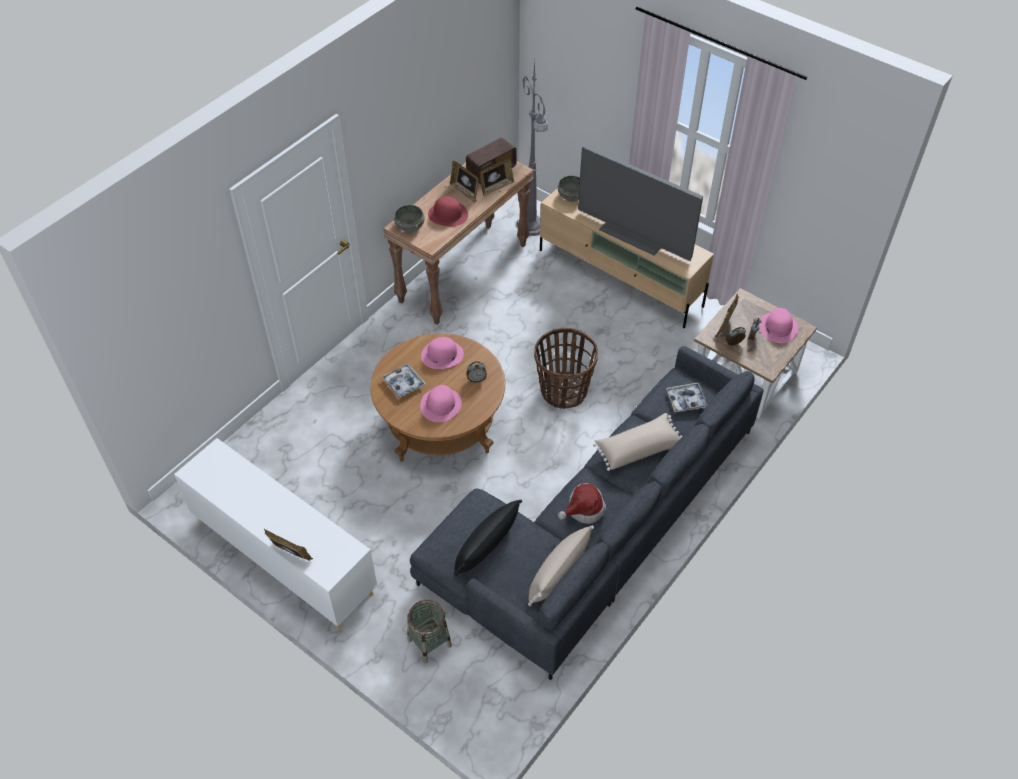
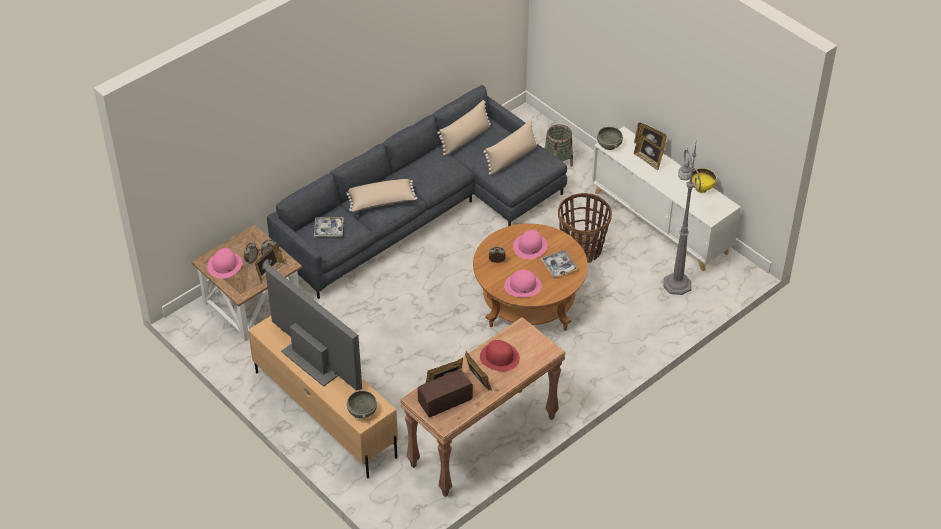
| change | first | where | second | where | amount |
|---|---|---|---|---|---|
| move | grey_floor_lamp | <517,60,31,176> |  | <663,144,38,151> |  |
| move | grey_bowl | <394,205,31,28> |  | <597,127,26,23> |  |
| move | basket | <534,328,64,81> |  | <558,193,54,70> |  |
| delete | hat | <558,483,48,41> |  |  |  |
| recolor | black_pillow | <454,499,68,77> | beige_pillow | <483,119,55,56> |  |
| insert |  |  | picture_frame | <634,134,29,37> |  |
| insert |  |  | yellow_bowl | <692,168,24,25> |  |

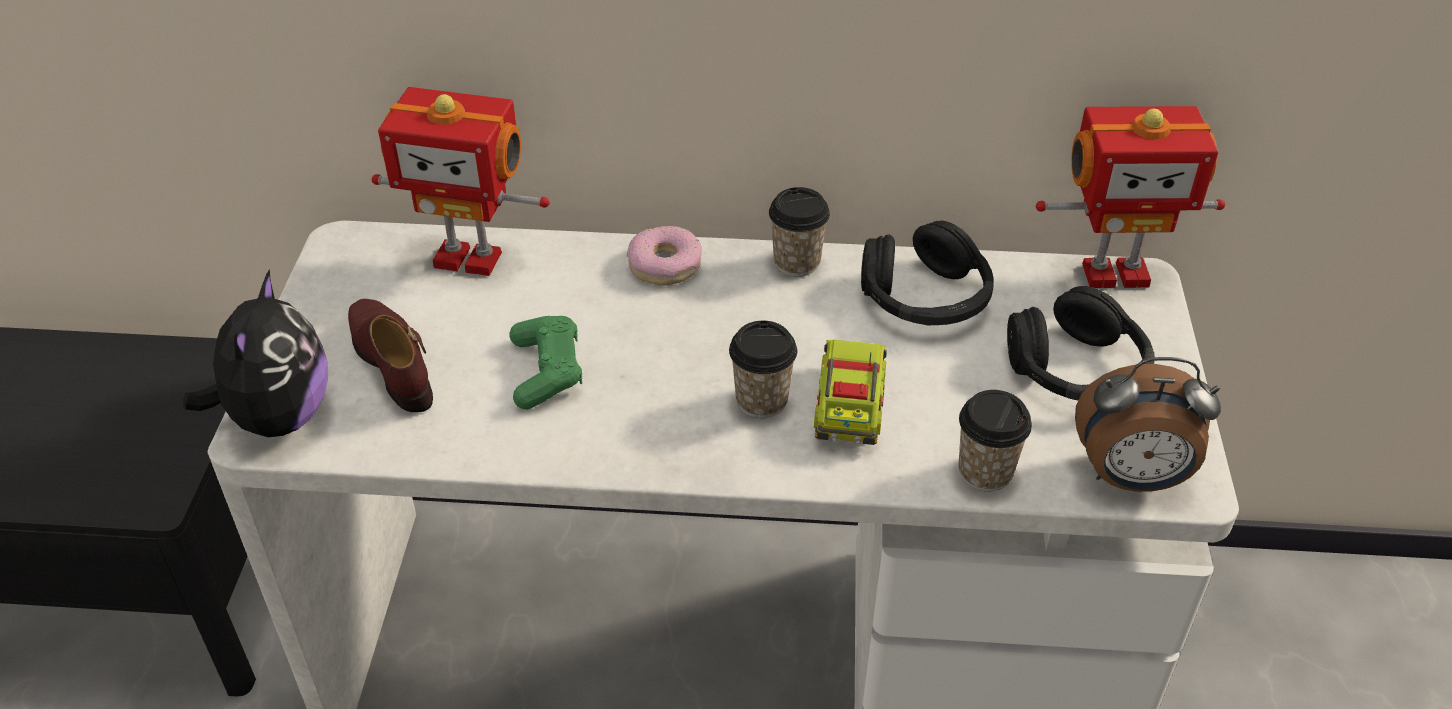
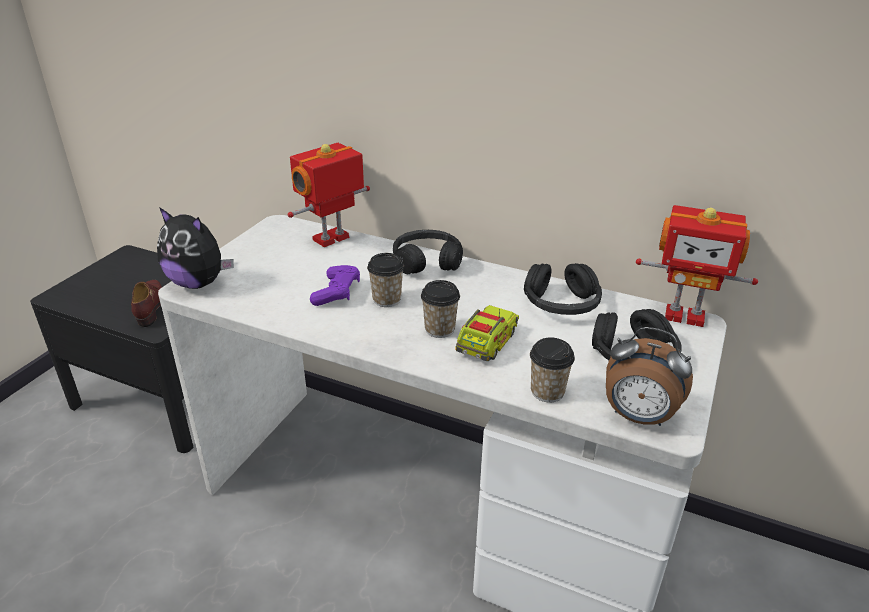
| change | first | where | second | where | amount |
|---|---|---|---|---|---|
| rotate | toy_robot | <371,87,179,189> |  | <287,143,83,104> | 105 degrees clockwise |
| move | cup | <769,187,61,90> |  | <367,253,37,54> |  |
| replace | donut | <627,226,75,59> | black_headphones | <393,230,70,44> |  |
| rotate | plush_toy | <183,269,145,168> |  | <157,207,77,82> | 90 degrees clockwise |
| move | brown_shoe | <348,299,85,113> |  | <131,280,31,47> |  |
| recolor | green_game_controller | <509,316,73,94> | purple_game_controller | <310,265,50,41> |  |

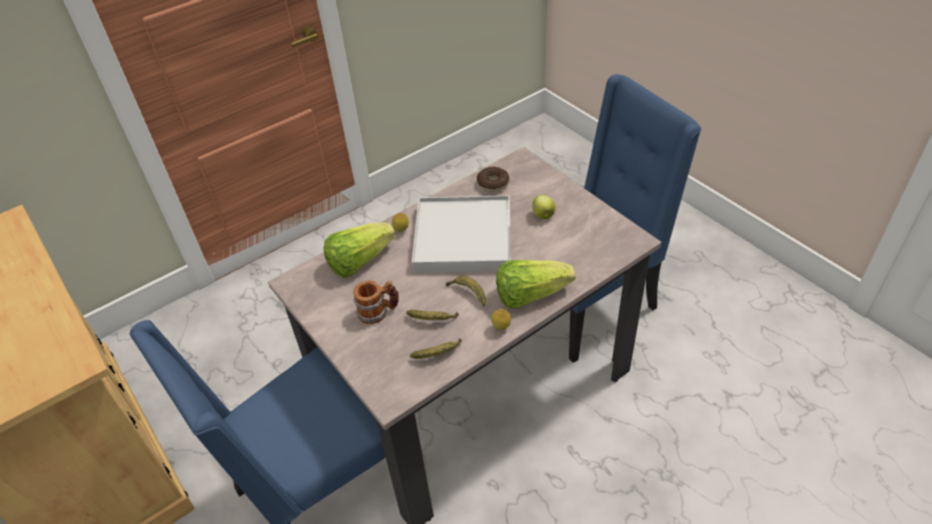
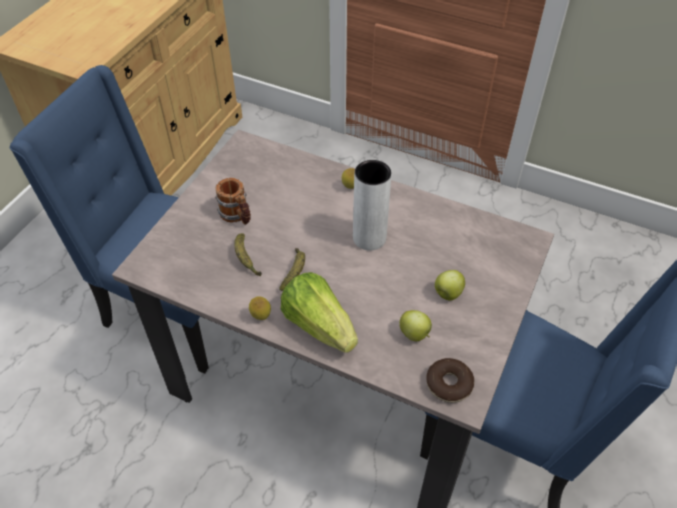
| change | first | where | second | where | amount |
|---|---|---|---|---|---|
| move | donut | <477,167,32,25> |  | <426,358,48,45> |  |
| replace | white_tray | <412,195,99,78> | white_vase | <353,160,39,90> |  |
| delete | lettuce | <324,223,71,55> |  |  |  |
| delete | banana | <410,338,52,21> |  |  |  |
| insert |  |  | apple | <399,310,33,31> |  |

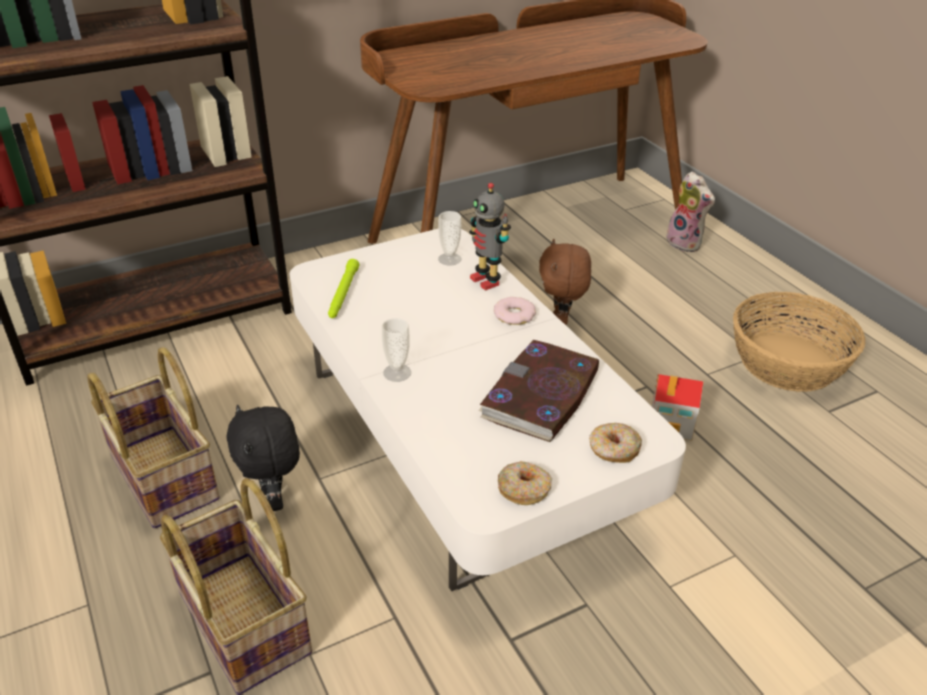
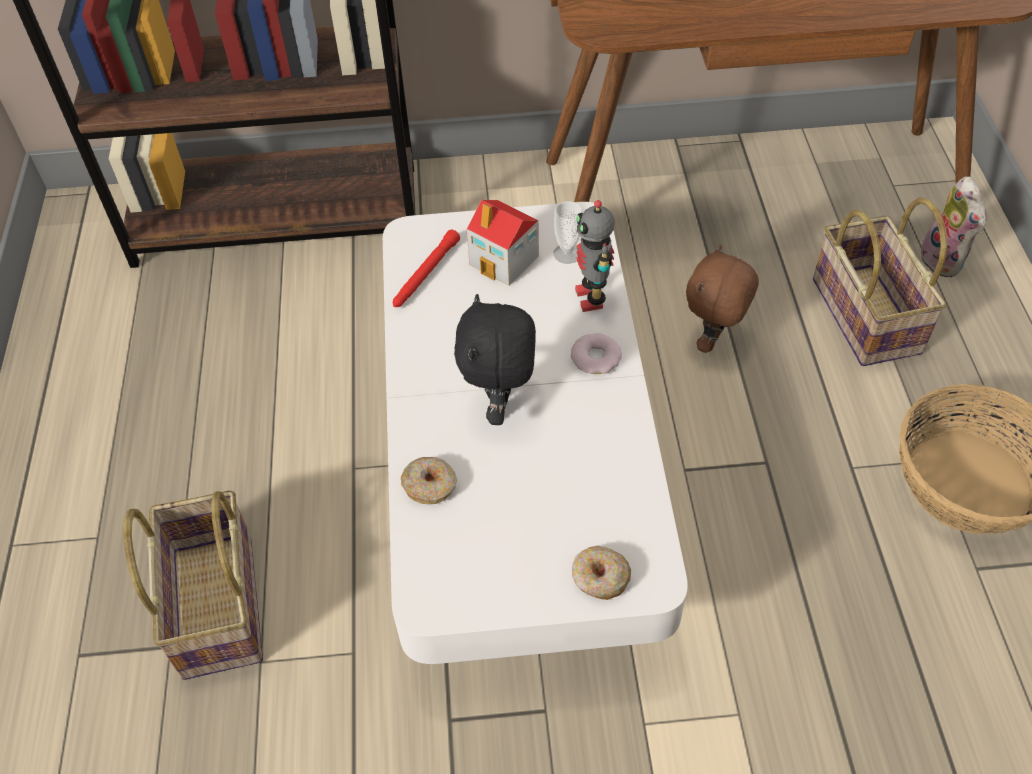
| change | first | where | second | where | amount |
|---|---|---|---|---|---|
| recolor | green_flashlight | <328,259,31,59> | red_flashlight | <393,229,67,78> |  |
| delete | cup | <382,318,29,64> |  |  |  |
| delete | book | <478,340,121,102> |  |  |  |
| move | basket | <88,347,132,182> |  | <813,197,134,169> |  |
| move | toy_house | <652,374,52,67> |  | <467,200,72,86> |  |
| move | black_plush_toy | <227,405,73,106> |  | <454,294,82,131> |  |
| move | donut | <498,461,54,44> |  | <401,457,56,47> |  |

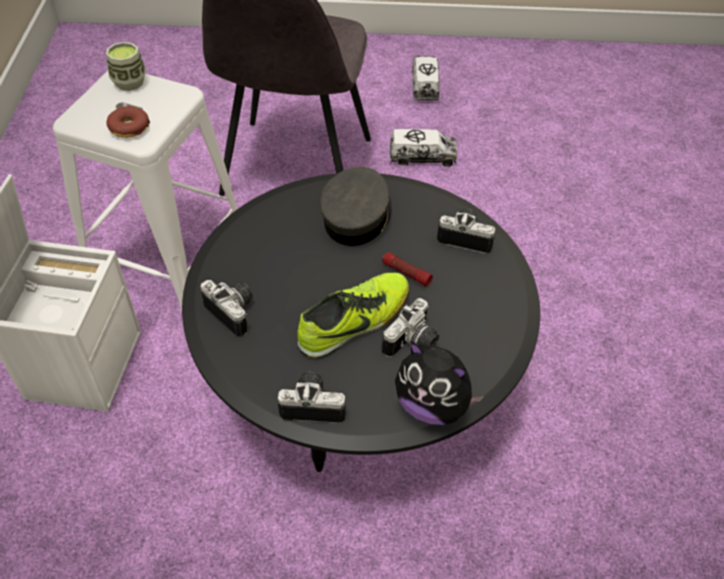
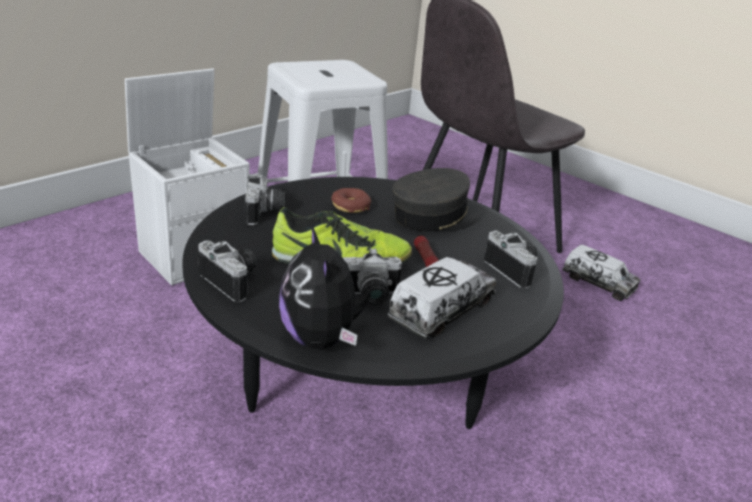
| change | first | where | second | where | amount |
|---|---|---|---|---|---|
| delete | cup | <106,42,40,49> |  |  |  |
| move | toy_truck | <412,56,28,44> |  | <388,257,109,82> |  |
| move | donut | <106,106,44,32> |  | <331,188,40,25> |  |

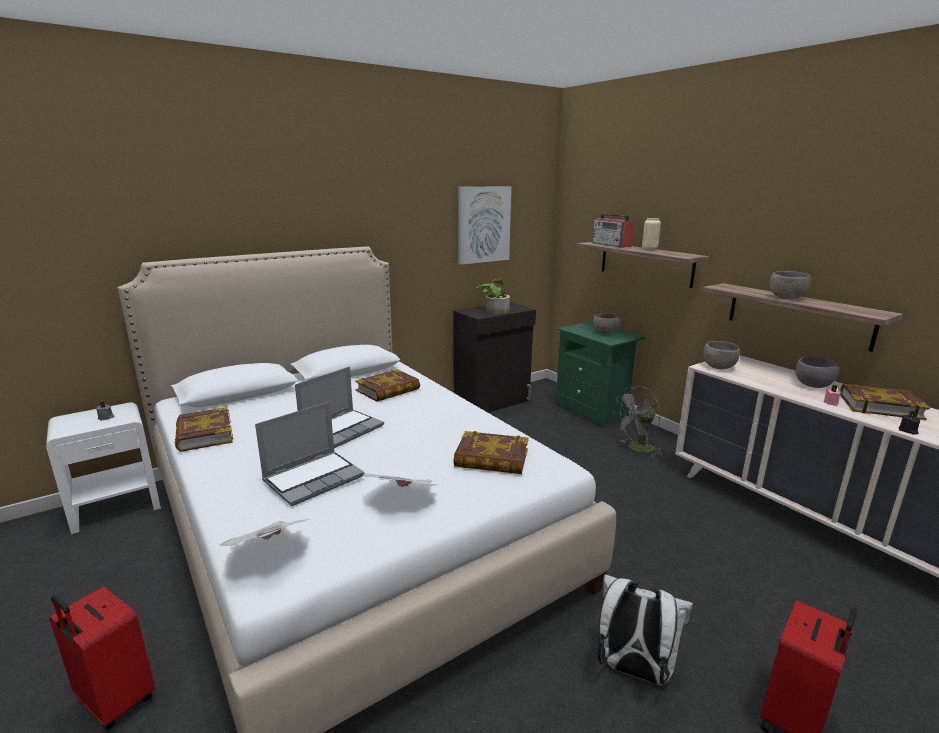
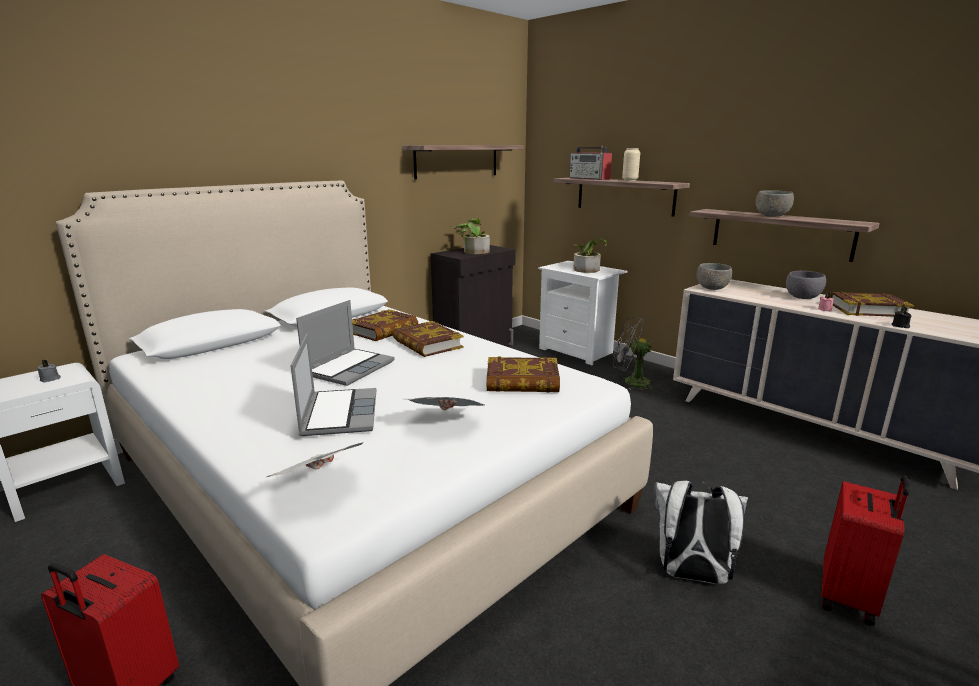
| change | first | where | second | where | amount |
|---|---|---|---|---|---|
| replace | picture | <458,186,53,79> | shelf | <403,145,121,34> |  |
| replace | grey_bowl | <593,314,27,20> | potted_plant | <574,238,33,35> |  |
| recolor | green_nightstand | <556,321,89,107> | white_nightstand | <538,261,90,104> |  |
| rotate | grey_fan | <613,386,49,72> |  | <613,316,44,75> | 60 degrees clockwise |
| rotate | laptop | <255,402,109,104> |  | <291,333,85,103> | 45 degrees counterclockwise |
| move | book | <175,407,58,45> |  | <393,321,70,36> |  |

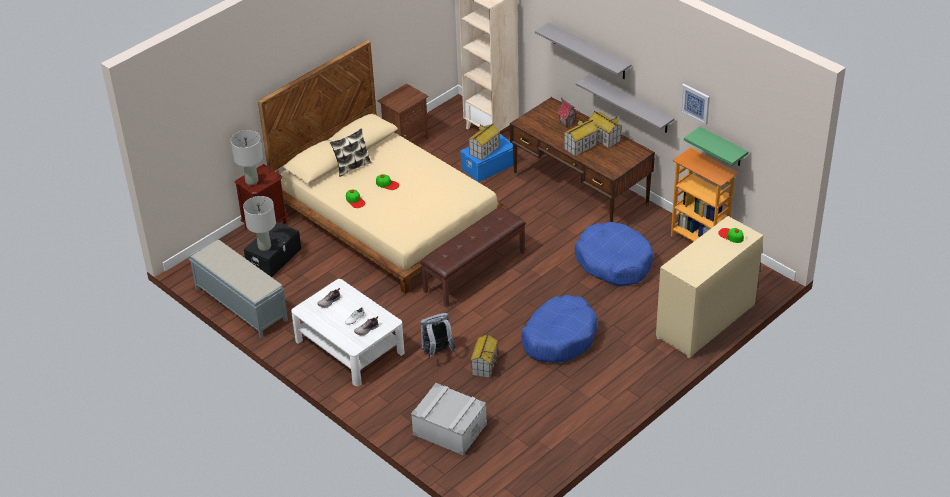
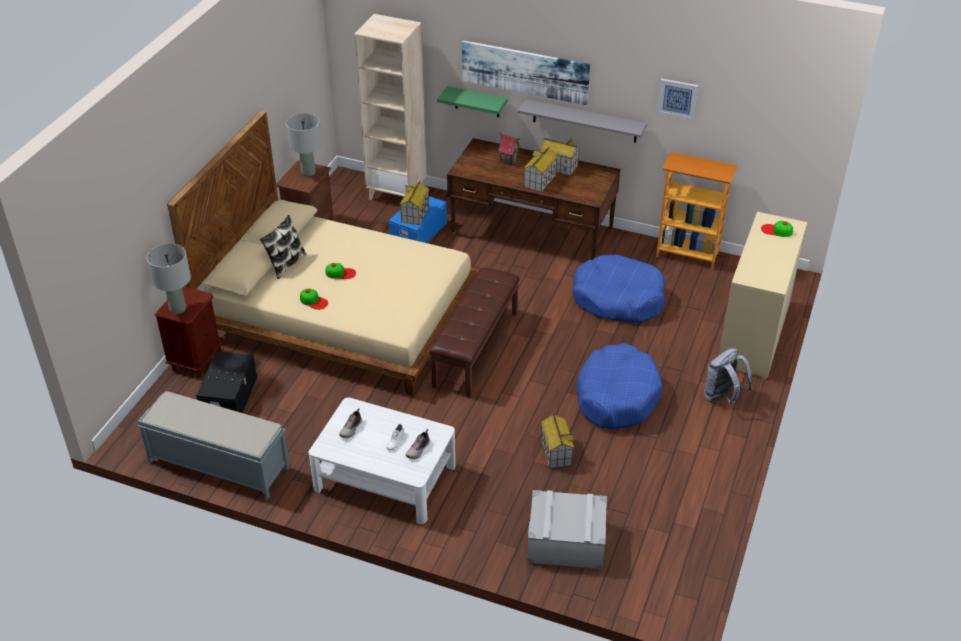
| change | first | where | second | where | amount |
|---|---|---|---|---|---|
| replace | grey_shelf | <535,23,96,56> | picture | <462,40,128,65> |  |
| move | green_shelf | <684,127,64,39> |  | <437,86,71,31> |  |
| move | grey_table_lamp | <243,196,33,55> |  | <286,113,36,64> |  |
| move | grey_backpack | <420,313,37,46> |  | <704,348,48,57> |  |

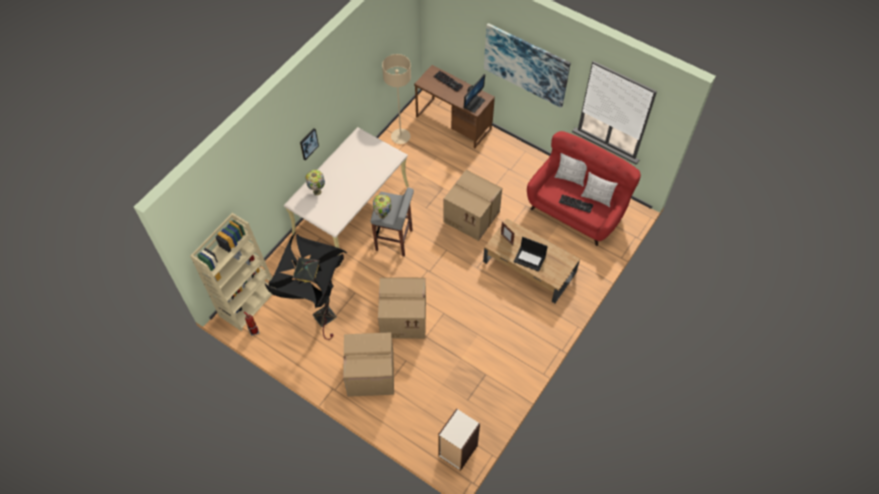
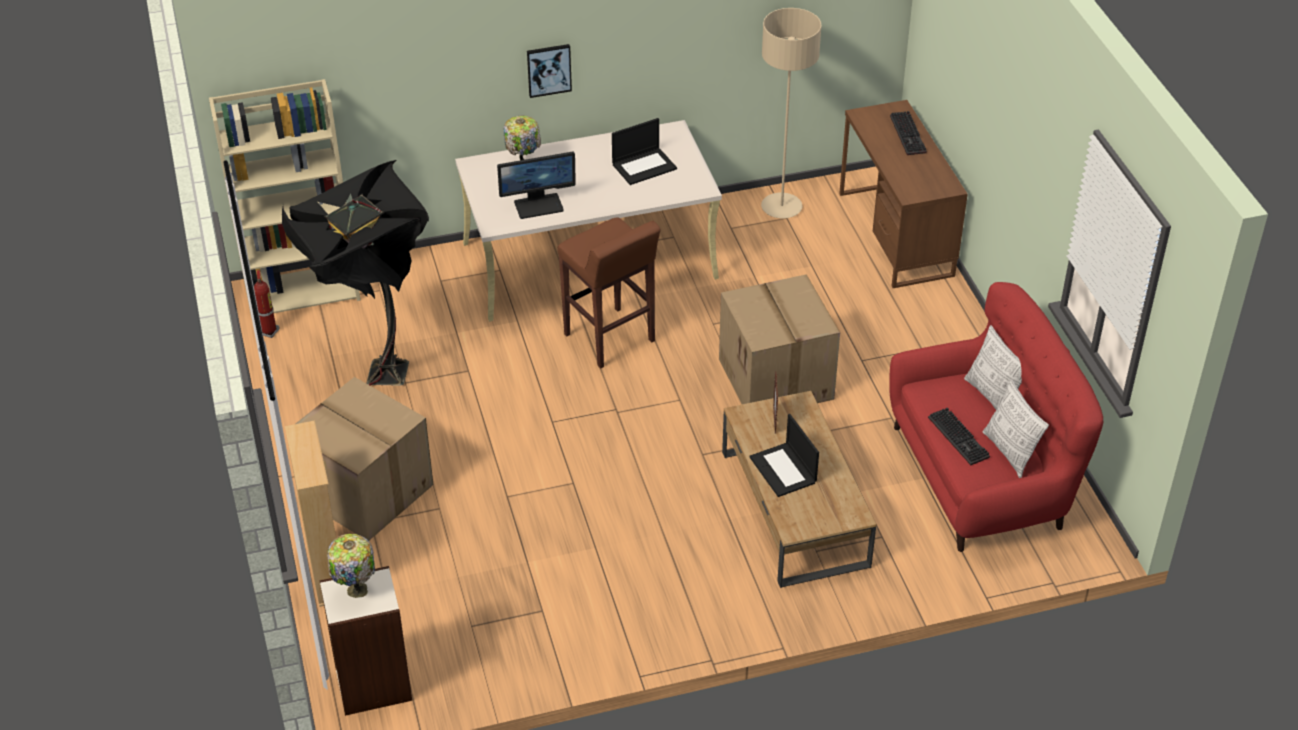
| change | first | where | second | where | amount |
|---|---|---|---|---|---|
| delete | picture | <484,23,87,85> |  |  |  |
| move | monitor | <464,74,21,39> |  | <497,152,79,67> |  |
| recolor | grey_stool | <371,187,43,70> | brown_stool | <558,217,102,151> |  |
| move | table_lamp | <373,194,18,25> |  | <327,534,48,64> |  |
| delete | cardboard_box | <378,277,48,62> |  |  |  |
| insert |  |  | laptop | <612,118,65,67> |  |
| insert |  |  | beige_bookcase | <285,420,51,187> |  |

